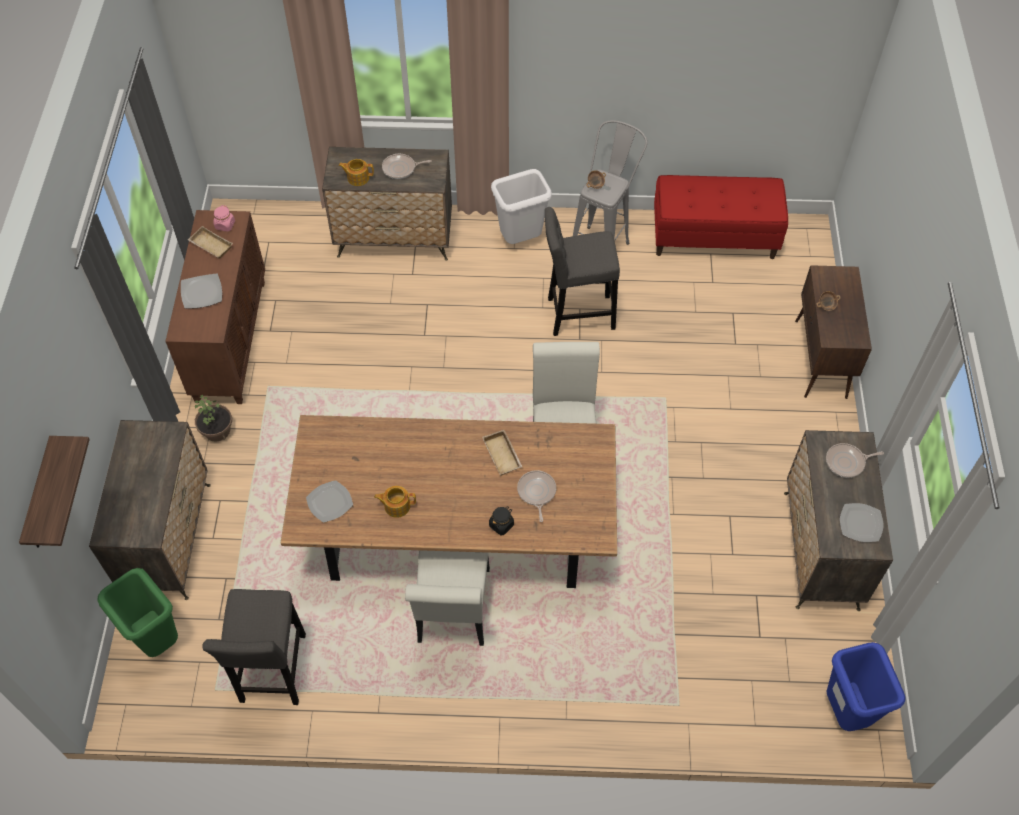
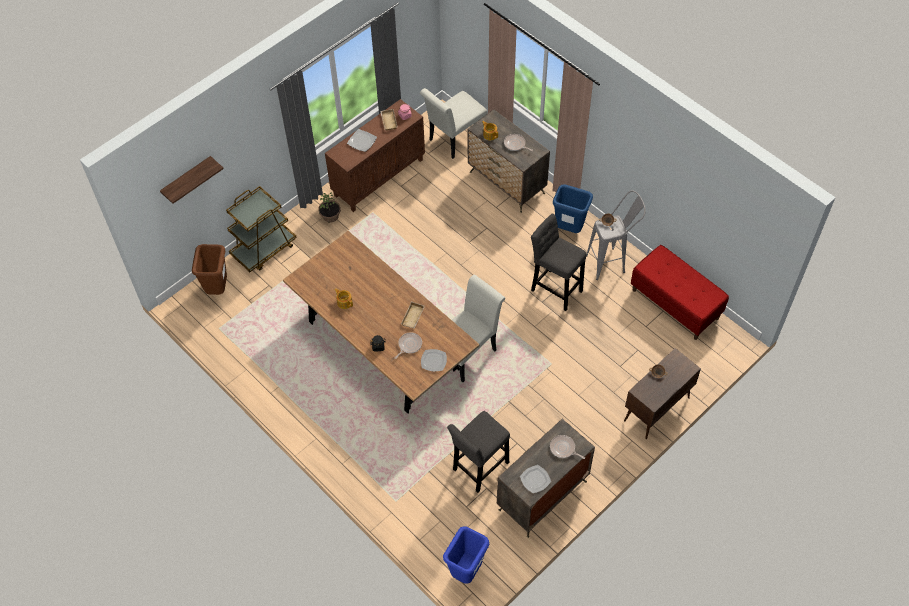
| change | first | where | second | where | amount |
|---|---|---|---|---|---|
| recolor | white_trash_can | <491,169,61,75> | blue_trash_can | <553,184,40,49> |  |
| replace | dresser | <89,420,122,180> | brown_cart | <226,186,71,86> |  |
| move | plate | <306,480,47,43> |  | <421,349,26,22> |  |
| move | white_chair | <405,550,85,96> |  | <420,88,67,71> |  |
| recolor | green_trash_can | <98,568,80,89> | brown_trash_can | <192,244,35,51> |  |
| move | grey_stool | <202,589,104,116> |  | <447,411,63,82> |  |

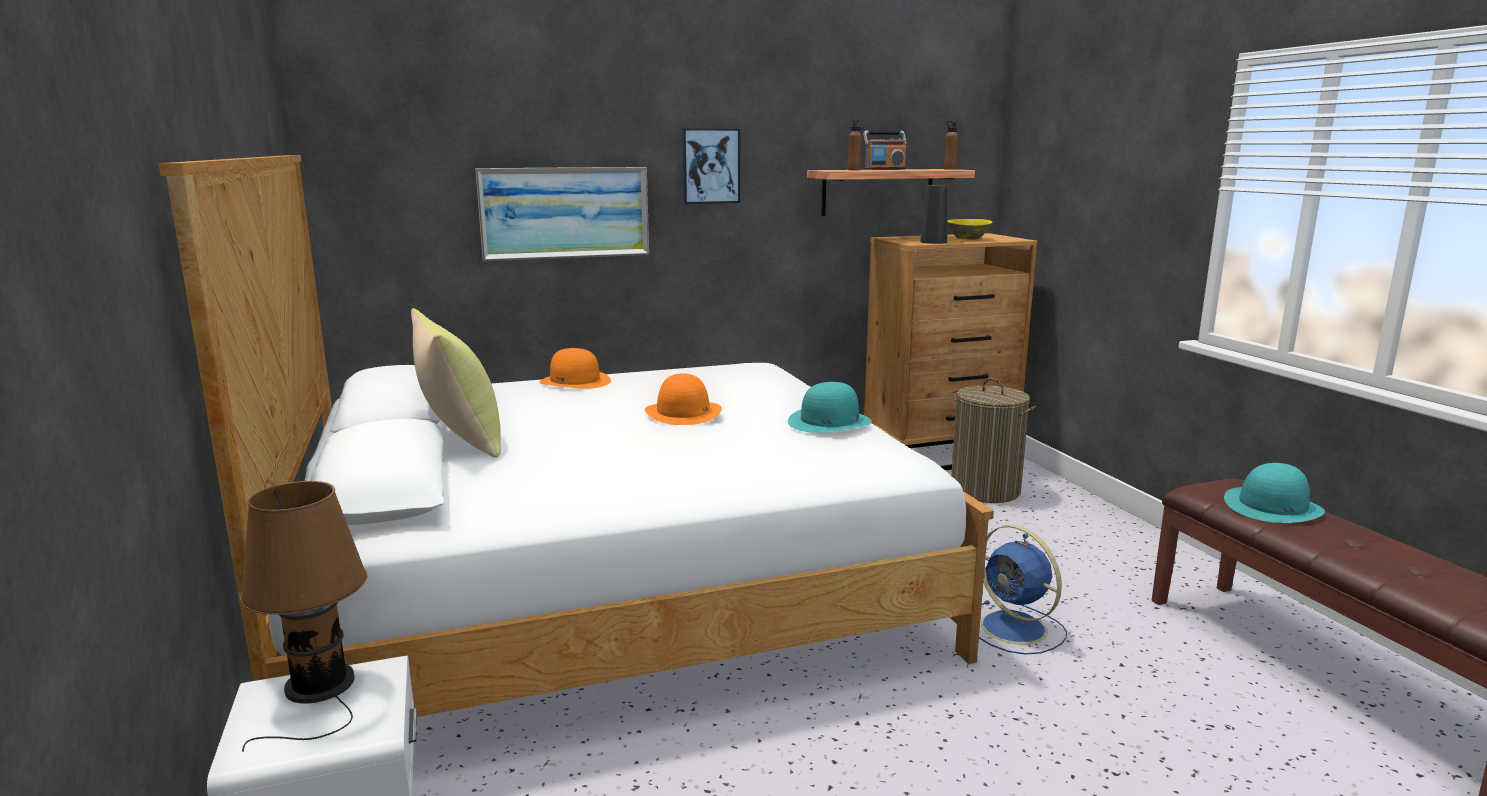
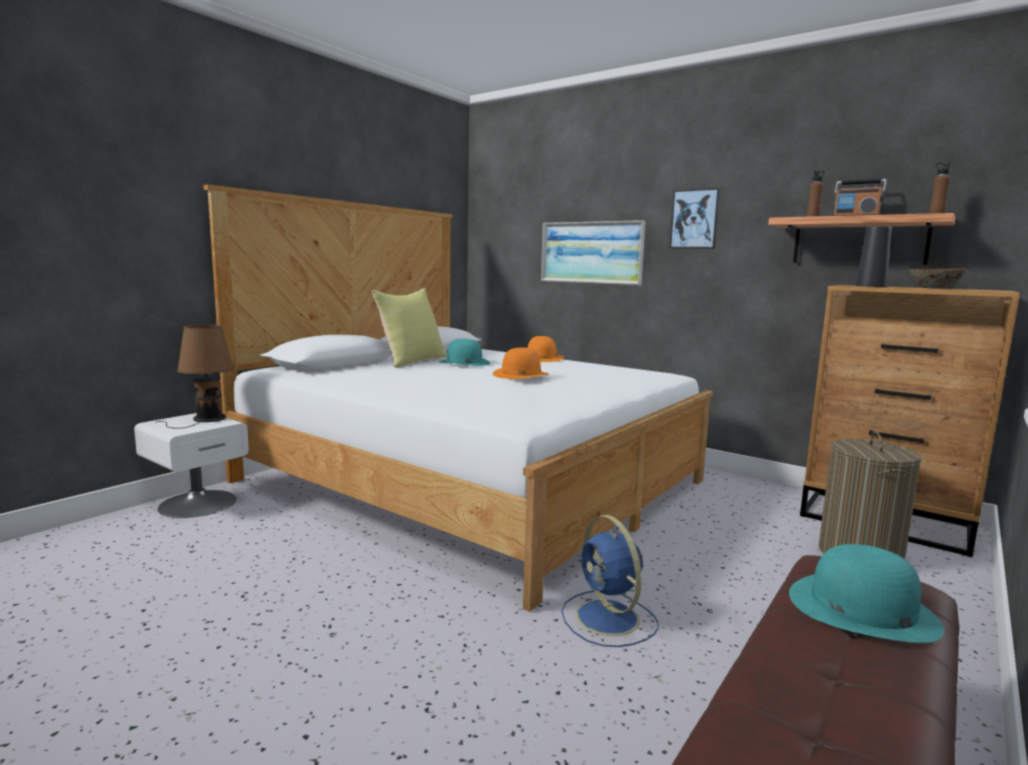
| change | first | where | second | where | amount |
|---|---|---|---|---|---|
| recolor | yellow_bowl | <947,219,45,21> | brown_bowl | <908,268,59,21> |  |
| move | turquoise_hat | <788,382,84,51> |  | <439,339,51,27> |  |
| rotate | blue_fan | <979,525,88,130> |  | <562,515,97,132> | 45 degrees counterclockwise |

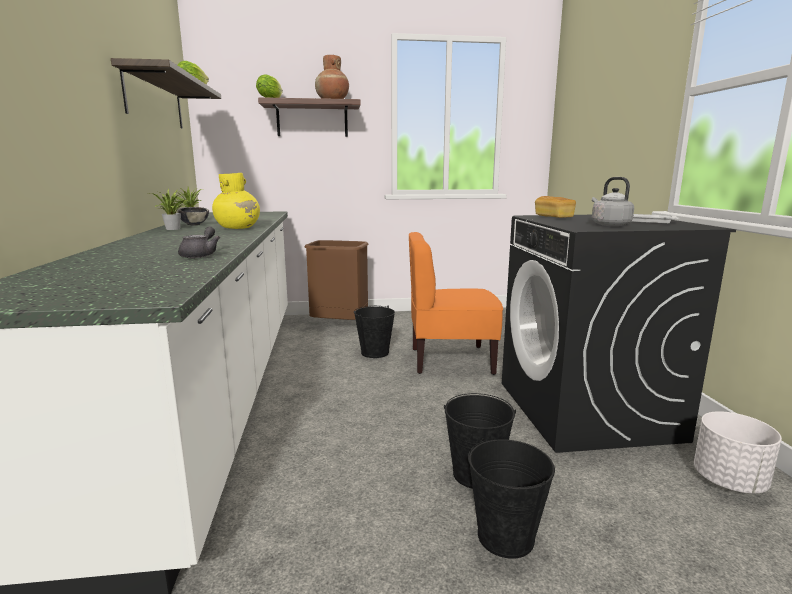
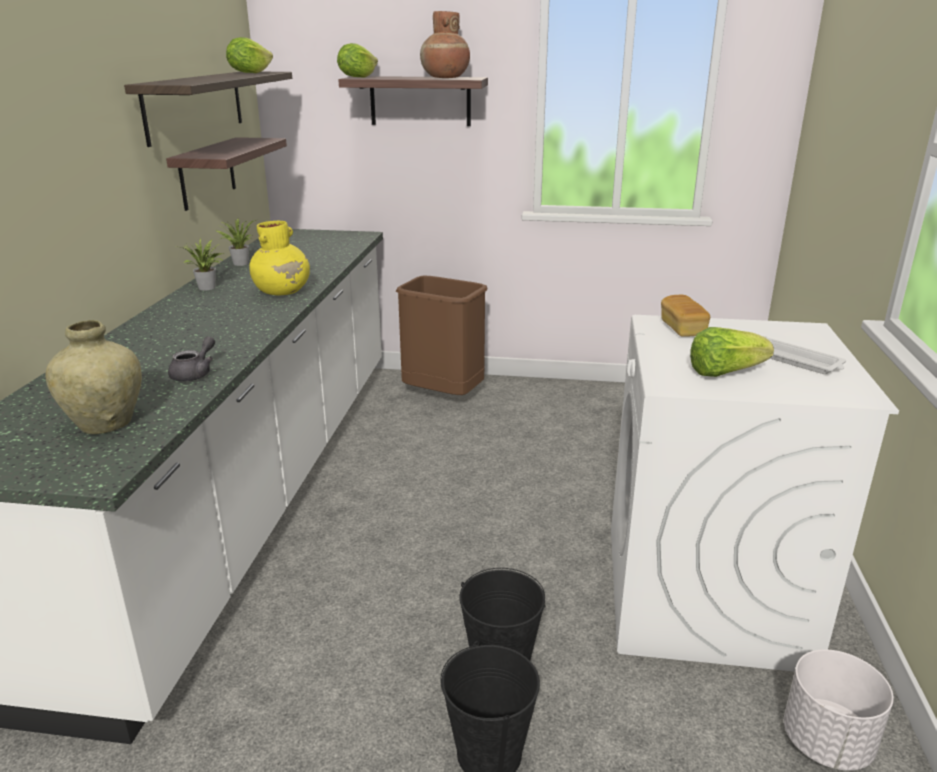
| change | first | where | second | where | amount |
|---|---|---|---|---|---|
| replace | grey_kettle | <592,177,42,49> | lettuce | <690,327,84,50> |  |
| delete | bowl | <177,207,32,19> |  |  |  |
| recolor | black_washing_machine | <502,215,234,238> | white_washing_machine | <611,315,288,357> |  |
| delete | orange_chair | <409,232,94,143> |  |  |  |
| delete | black_bucket | <354,306,41,52> |  |  |  |
| insert |  |  | shelf | <166,137,121,74> |  |
| insert |  |  | beige_vase | <45,320,97,114> |  |

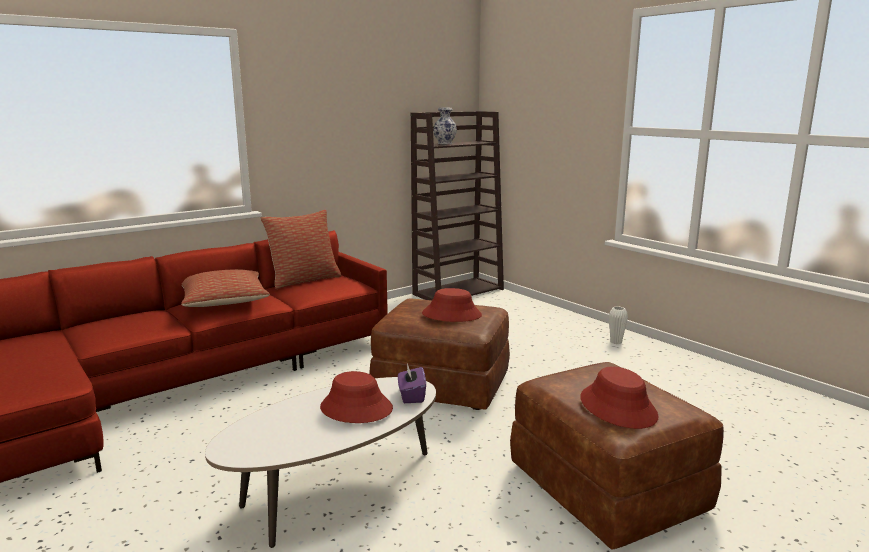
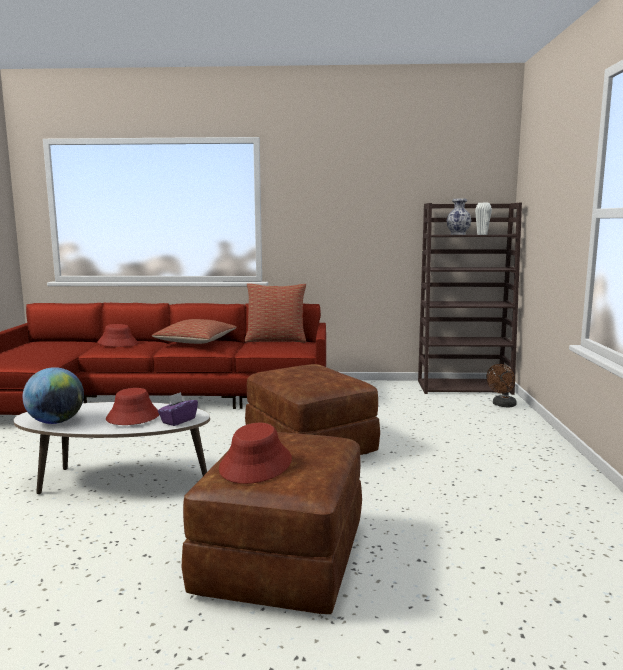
| change | first | where | second | where | amount |
|---|---|---|---|---|---|
| move | red_hat | <422,288,60,34> |  | <98,324,40,23> |  |
| move | white_vase | <609,306,19,38> |  | <475,203,17,32> |  |
| insert |  |  | brown_fan | <487,364,30,43> |  |
| insert |  |  | globe | <23,367,61,57> |  |

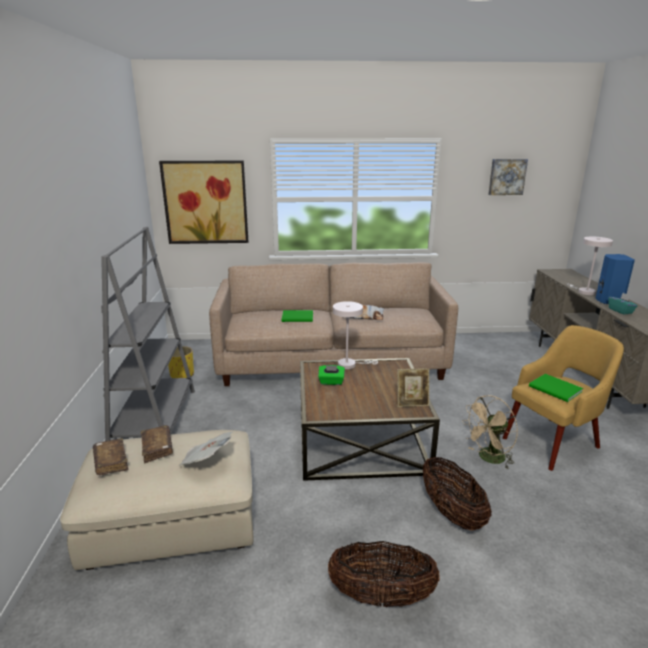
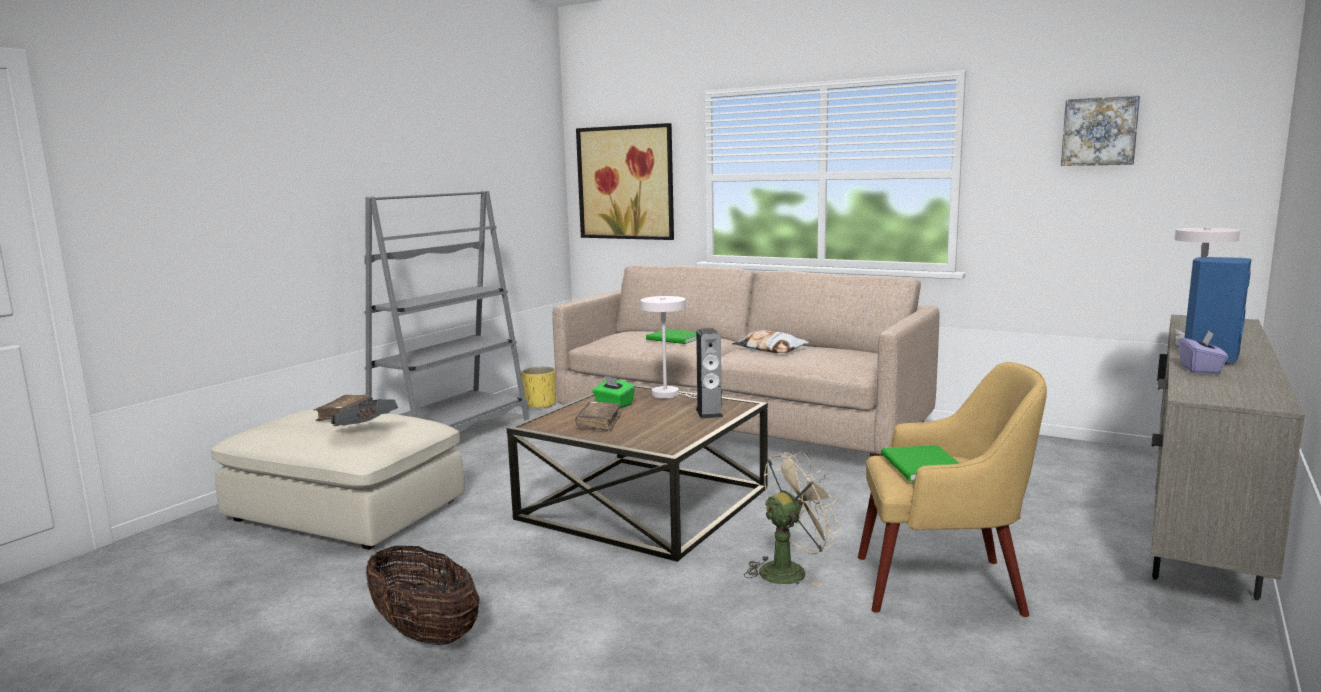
| change | first | where | second | where | amount |
|---|---|---|---|---|---|
| recolor | turquoise_tissue_box | <609,293,29,22> | purple_tissue_box | <1179,331,49,43> |  |
| delete | picture_frame | <397,368,32,39> |  |  |  |
| rotate | beige_fan | <462,395,56,74> |  | <744,451,99,136> | 150 degrees clockwise |
| move | brown_book | <93,438,36,37> |  | <575,401,46,30> |  |
| delete | basket | <423,457,69,74> |  |  |  |
| insert |  |  | speaker | <696,328,27,91> |  |

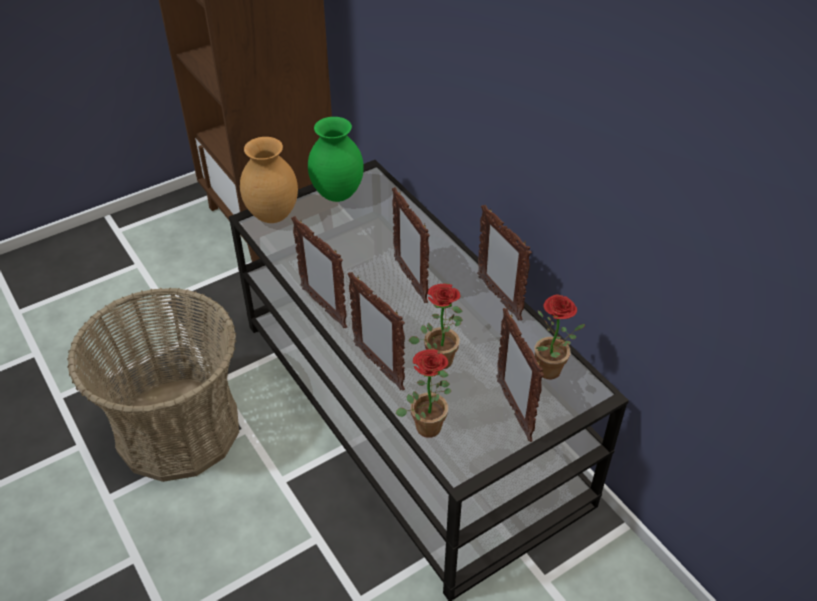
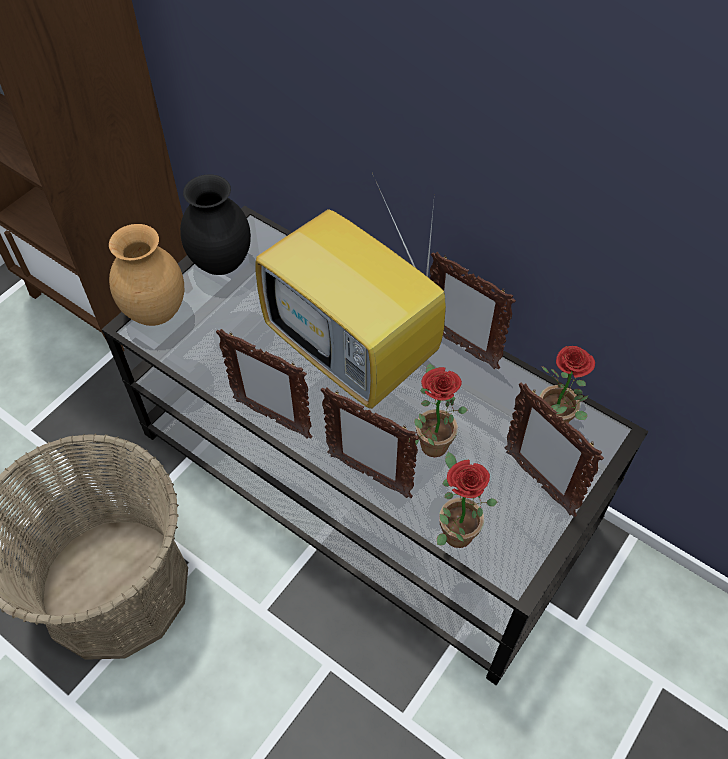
| change | first | where | second | where | amount |
|---|---|---|---|---|---|
| recolor | green_vase | <308,117,56,85> | black_vase | <180,174,71,101> |  |
| replace | picture_frame | <392,187,38,116> | television | <256,173,190,236> |  |

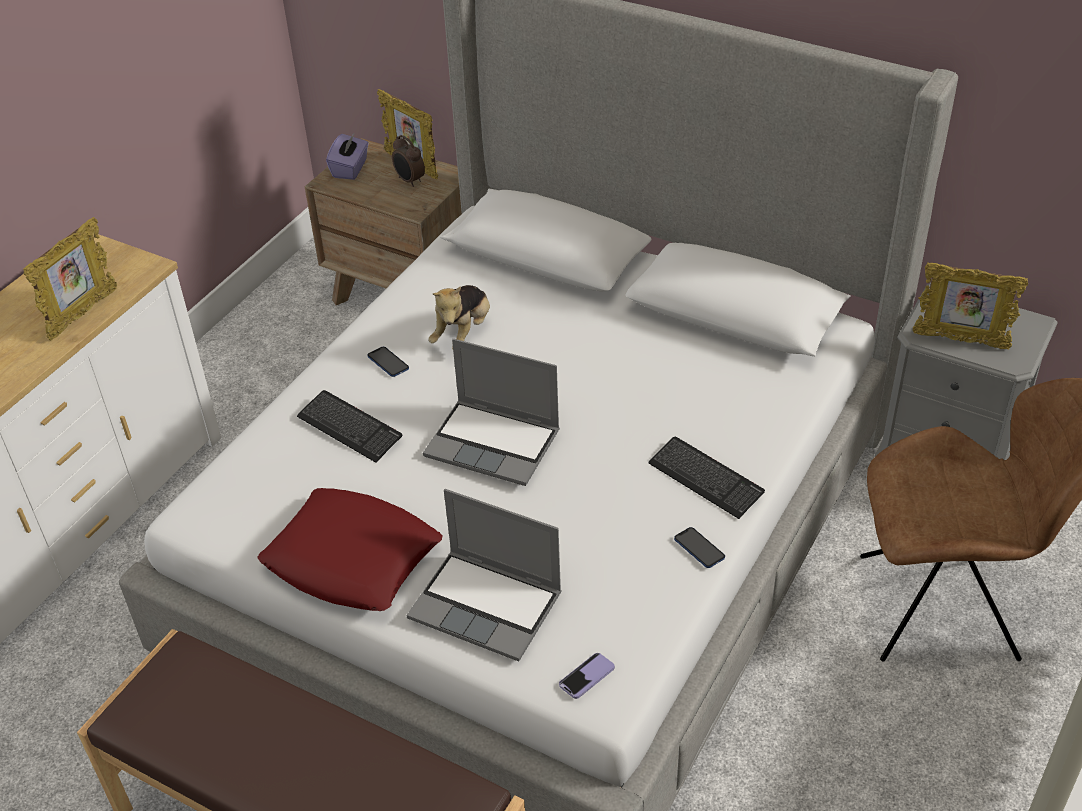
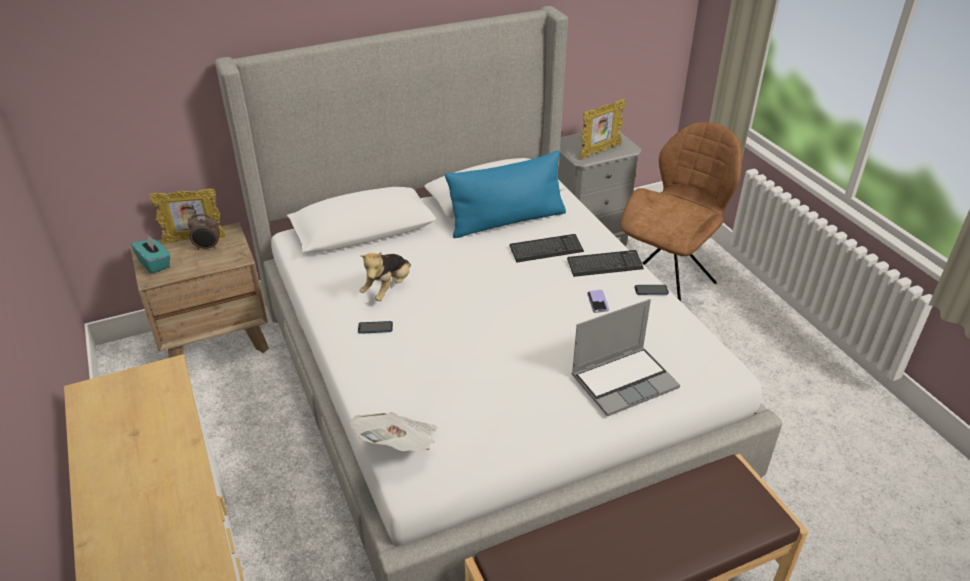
| change | first | where | second | where | amount |
|---|---|---|---|---|---|
| recolor | purple_tissue_box | <326,134,43,46> | turquoise_tissue_box | <131,235,39,39> |  |
| delete | picture_frame | <23,217,94,123> |  |  |  |
| rotate | plush_toy | <428,285,62,64> |  | <360,252,51,49> | 60 degrees clockwise |
| delete | laptop | <423,339,137,147> |  |  |  |
| move | keyboard | <297,390,105,73> |  | <509,234,75,29> |  |
| delete | red_pillow | <258,488,184,123> |  |  |  |
| move | phone | <559,653,56,46> |  | <587,290,22,23> |  |
| insert |  |  | blue_pillow | <445,150,121,88> |  |
| insert |  |  | newspaper | <350,412,87,39> |  |

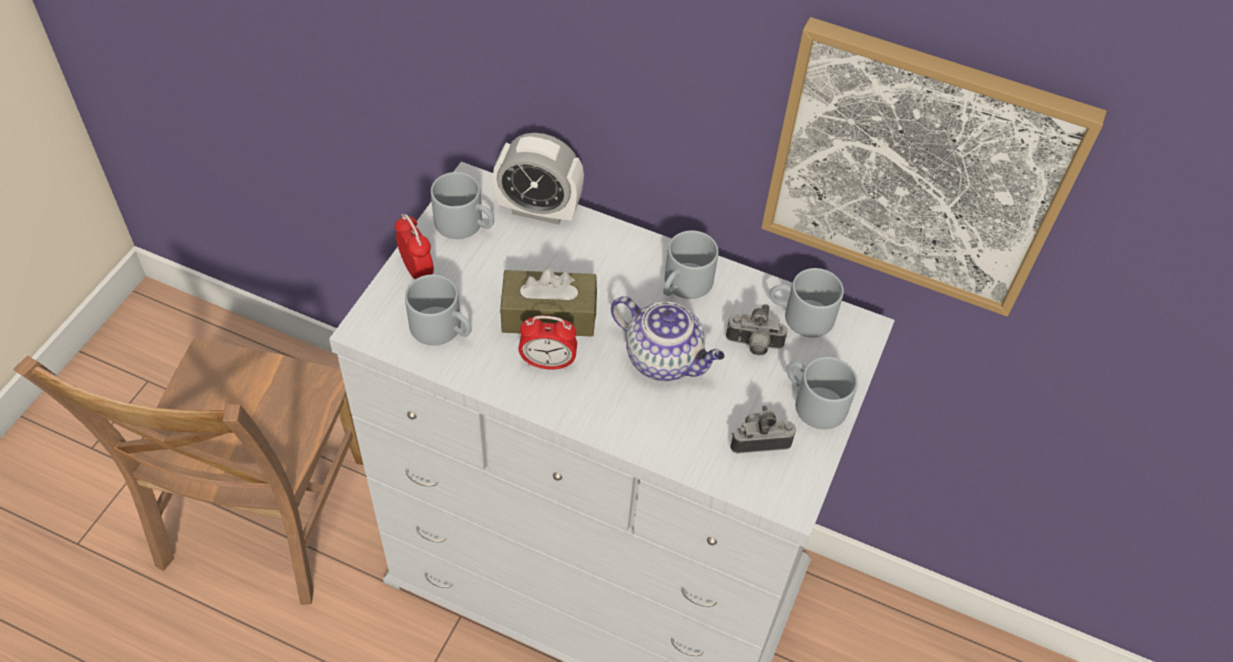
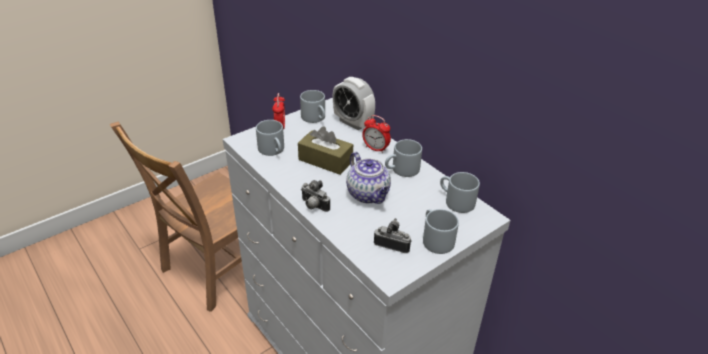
| change | first | where | second | where | amount |
|---|---|---|---|---|---|
| delete | picture | <761,17,346,299> |  |  |  |
| move | photo_camera | <726,304,62,51> |  | <301,180,29,32> |  |
| move | alarm_clock | <519,316,58,54> |  | <362,115,29,38> |  |

